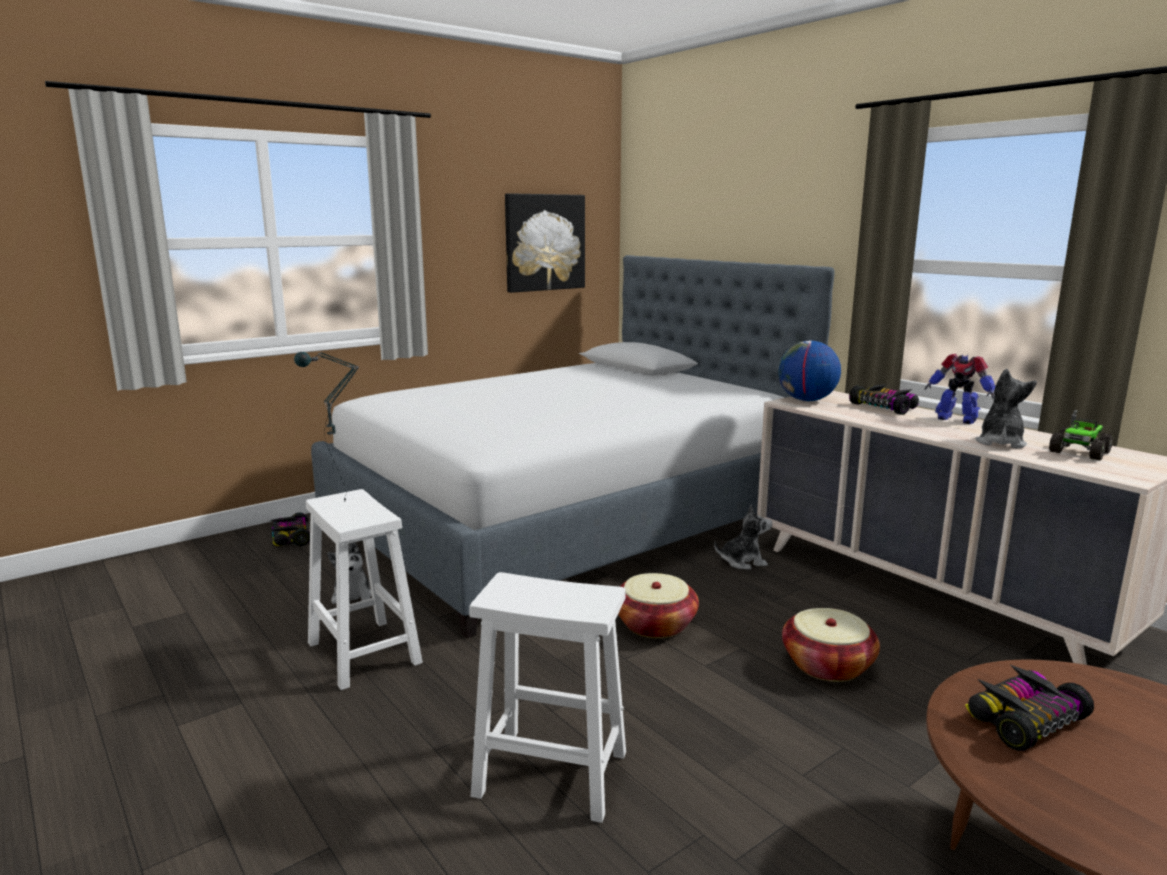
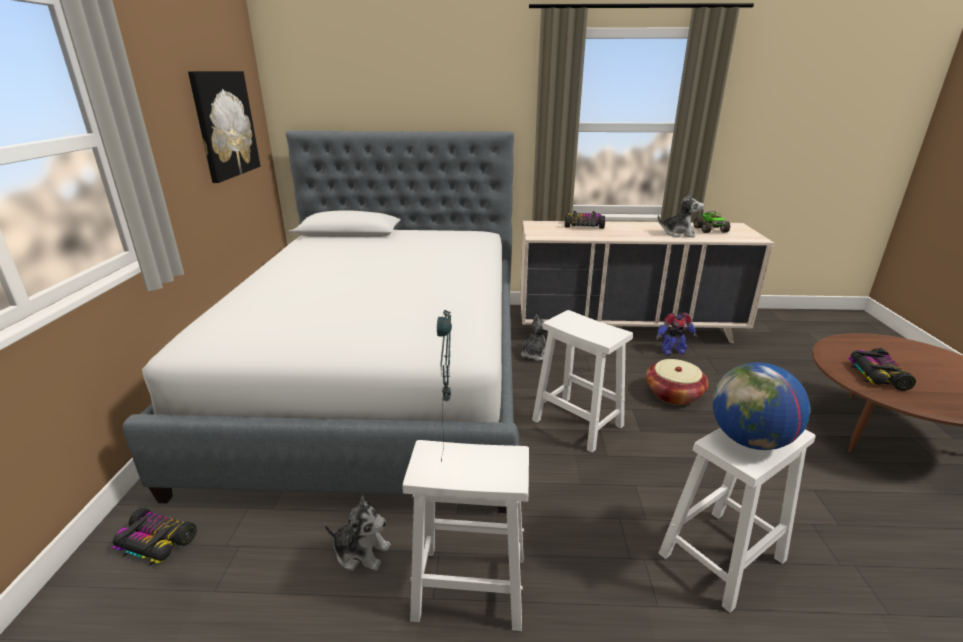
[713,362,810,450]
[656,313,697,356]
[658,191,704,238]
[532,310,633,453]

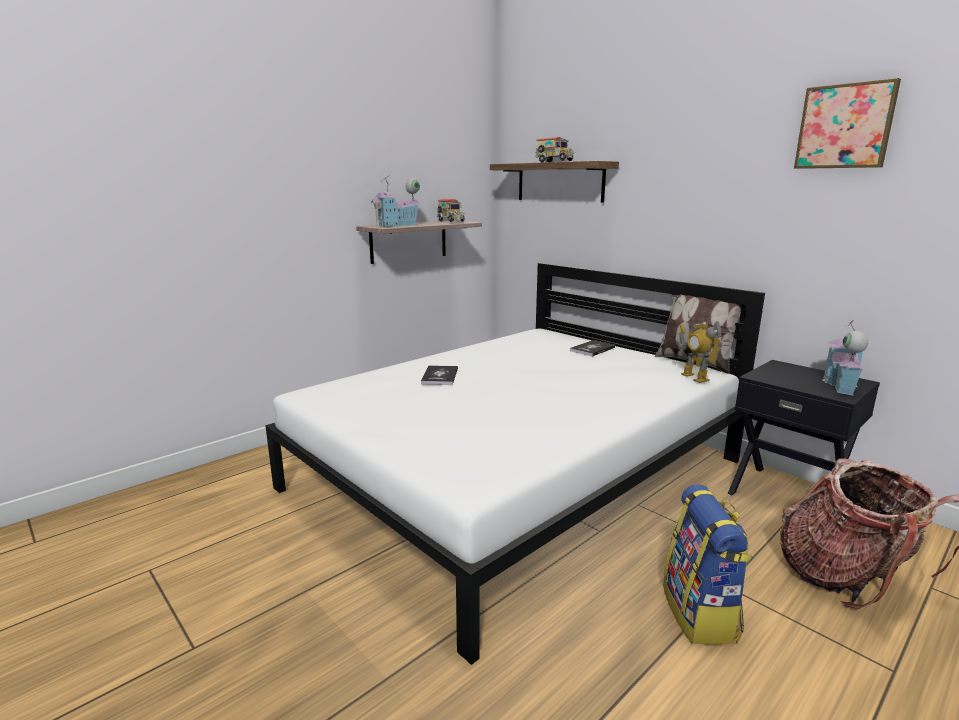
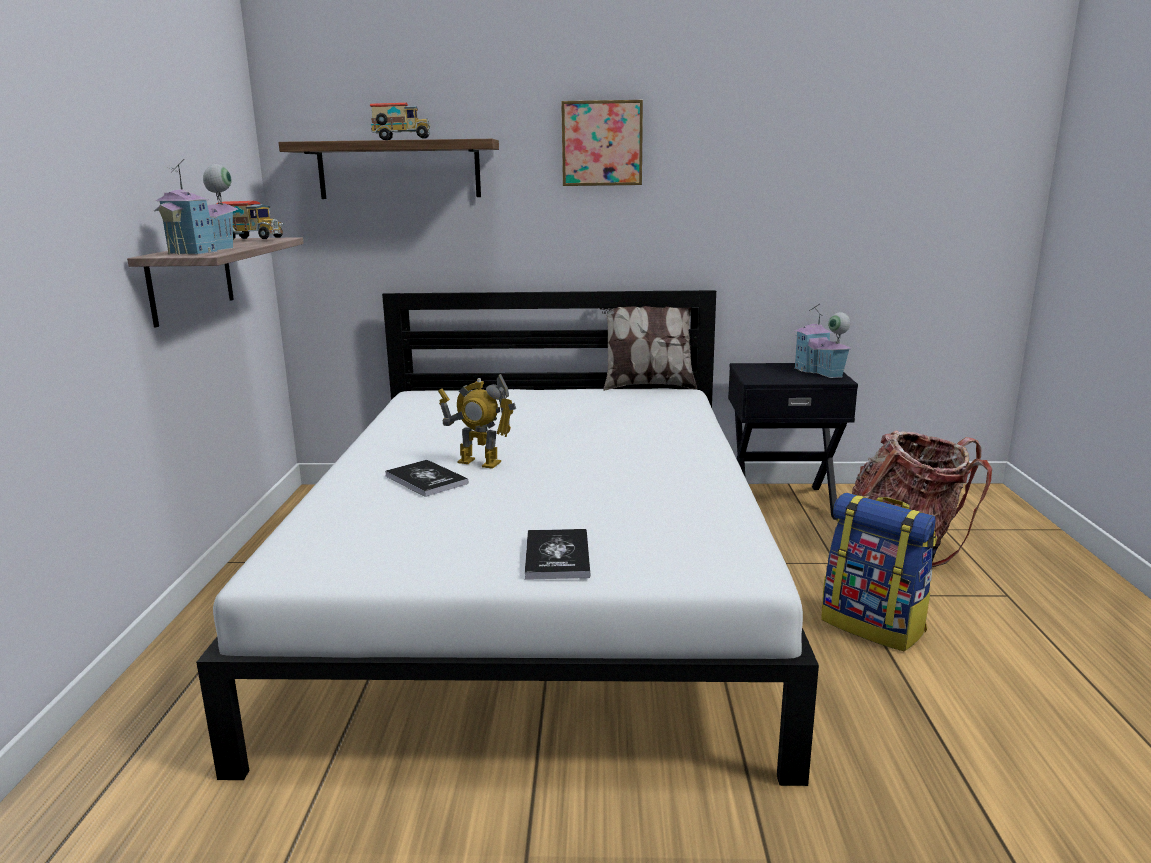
[561,100,643,186]
[438,374,516,469]
[525,529,590,580]

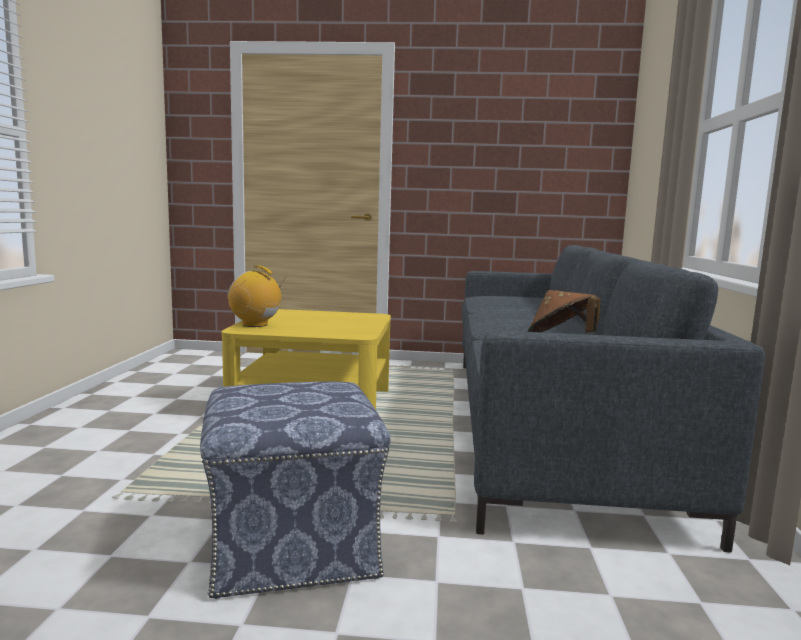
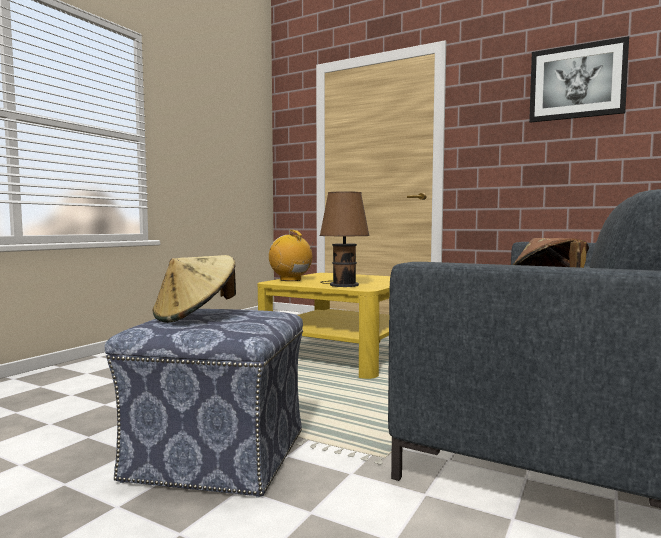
[529,36,629,123]
[319,191,370,287]
[153,255,236,323]

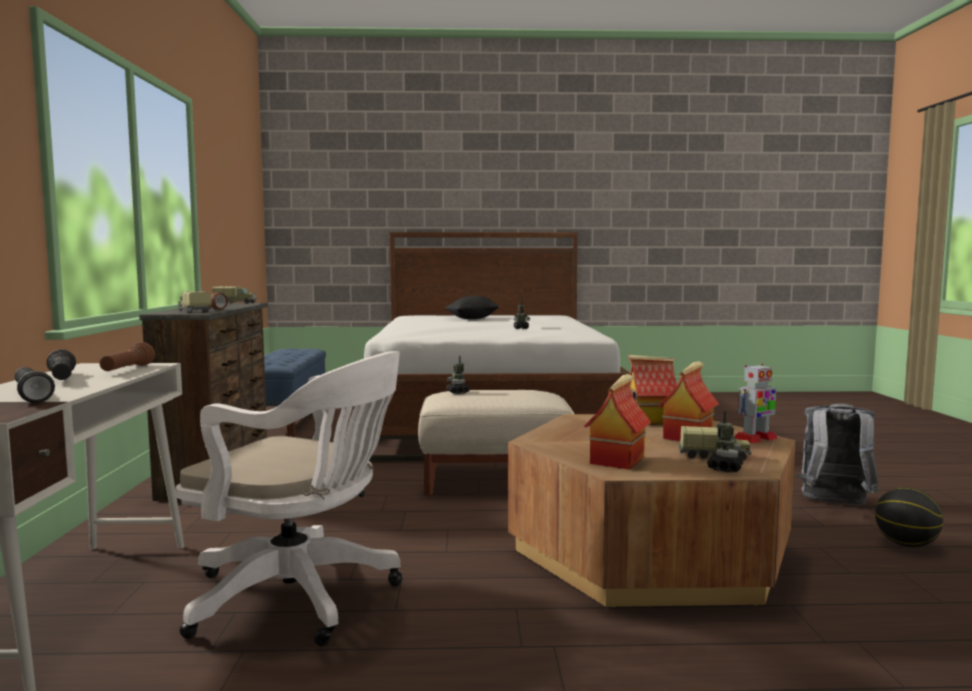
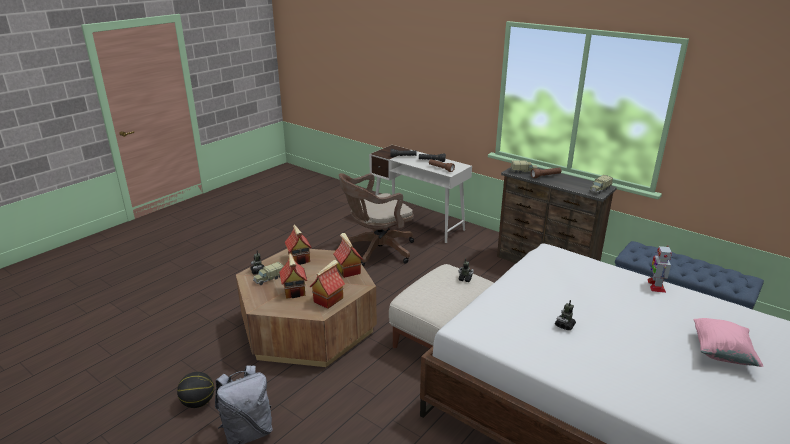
[693,318,763,367]
[339,173,414,267]
[647,246,672,293]
[333,233,363,278]

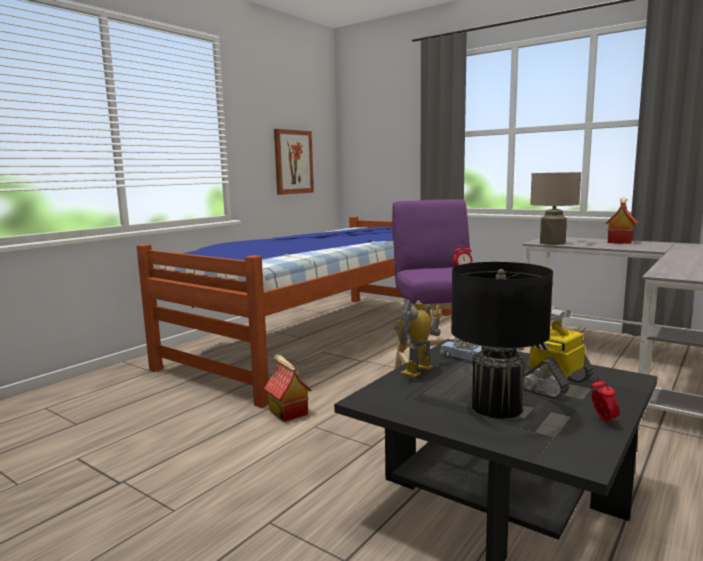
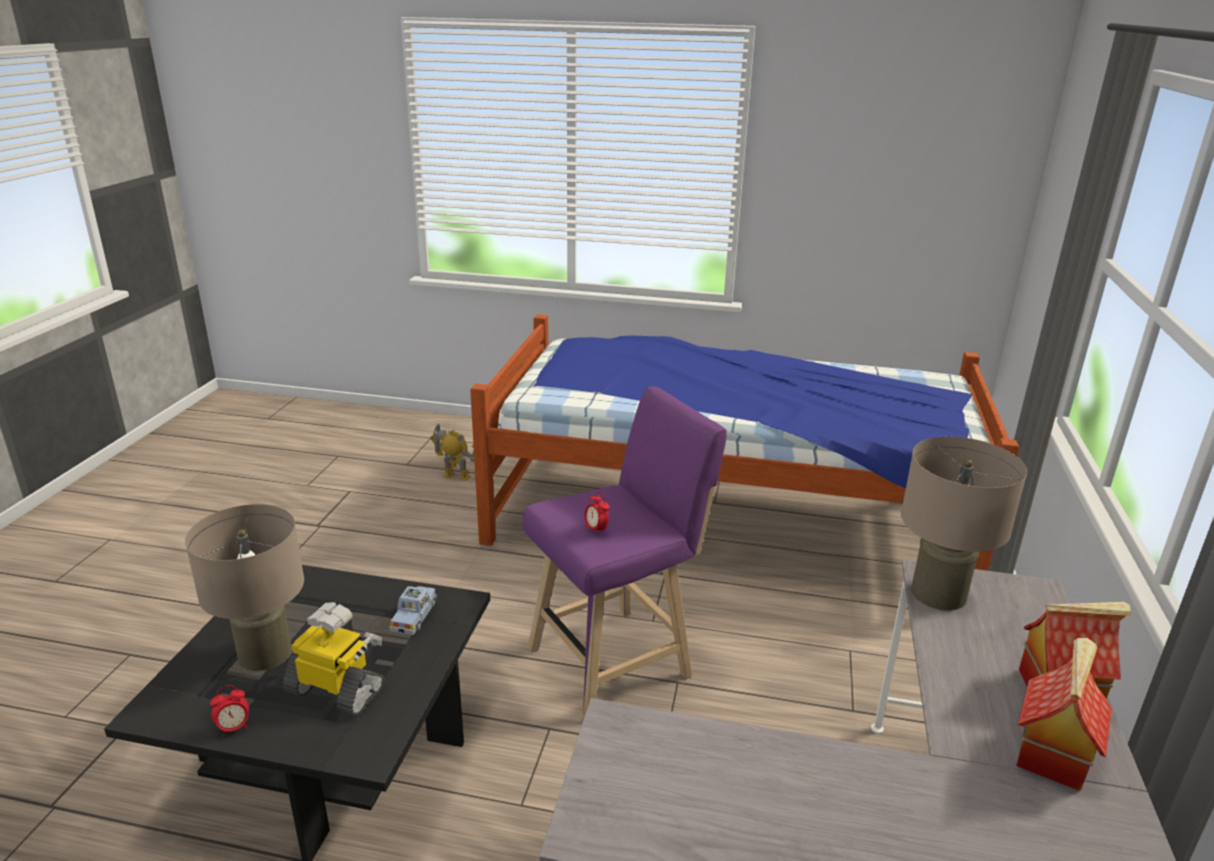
[274,129,314,195] (first image)
[185,504,304,671]
[430,423,474,481]
[1016,638,1112,791]

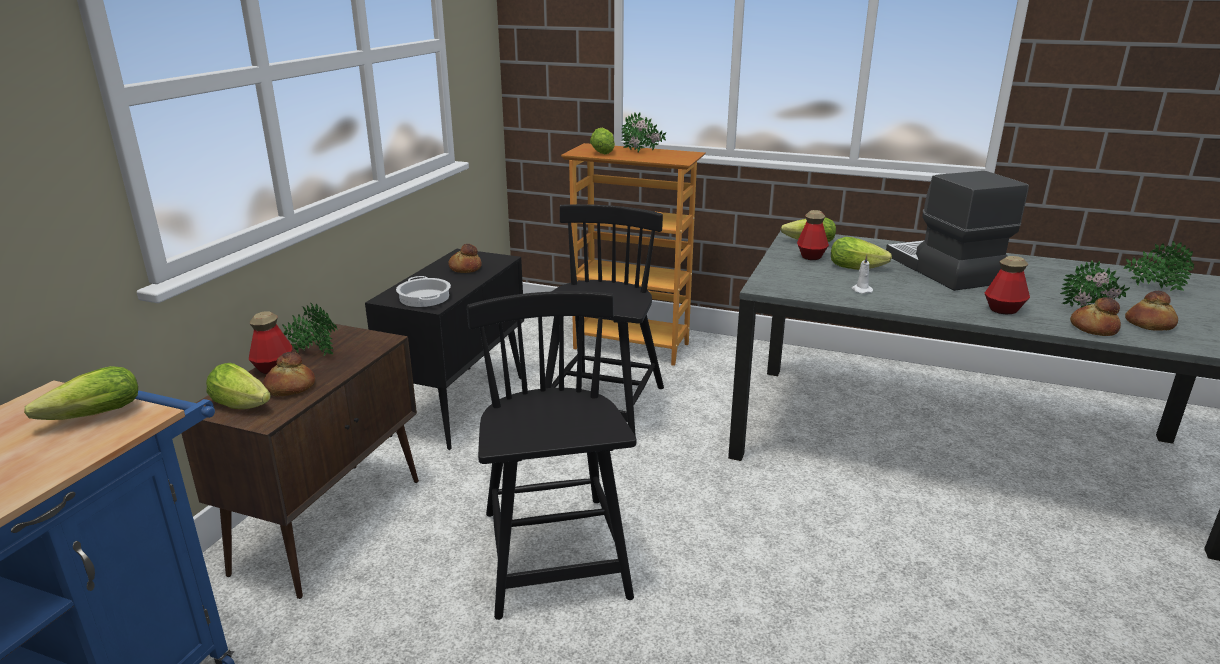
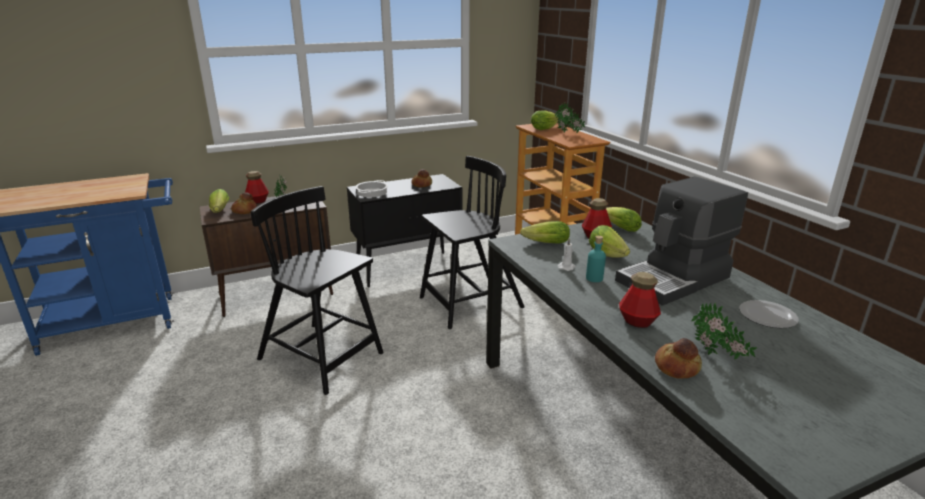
[615,176,748,306]
[1123,241,1194,291] (first image)
[250,186,383,395]
[1125,291,1178,331] (first image)
[520,221,570,244]
[586,236,606,282]
[739,300,799,328]

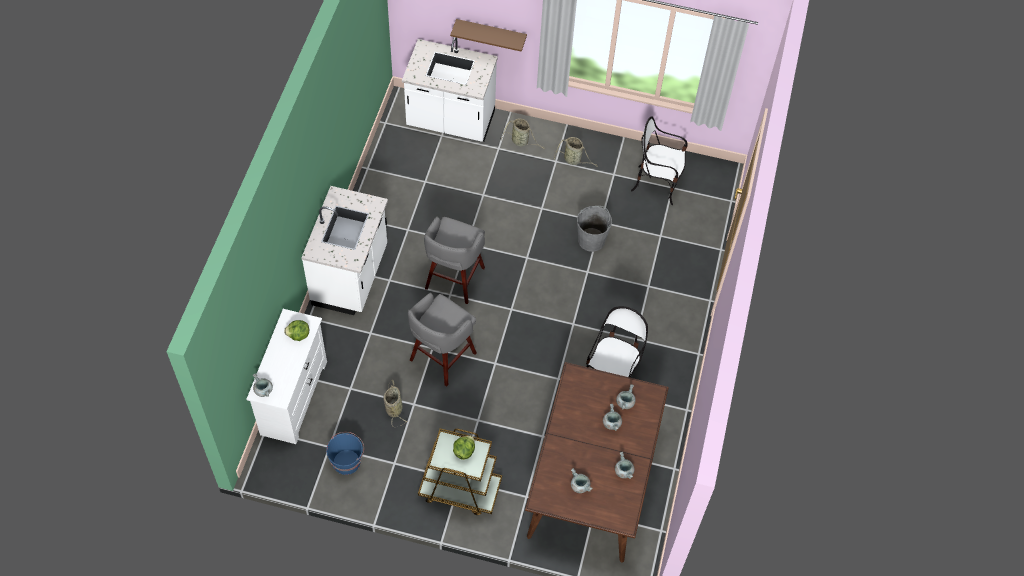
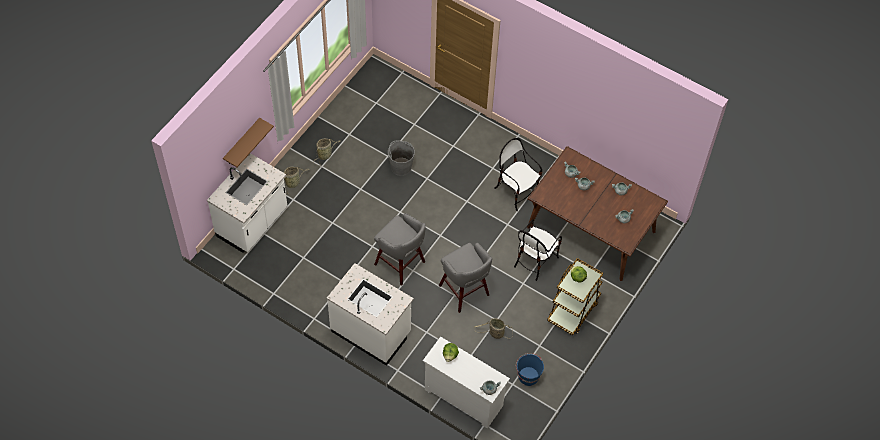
[514,219,562,281]

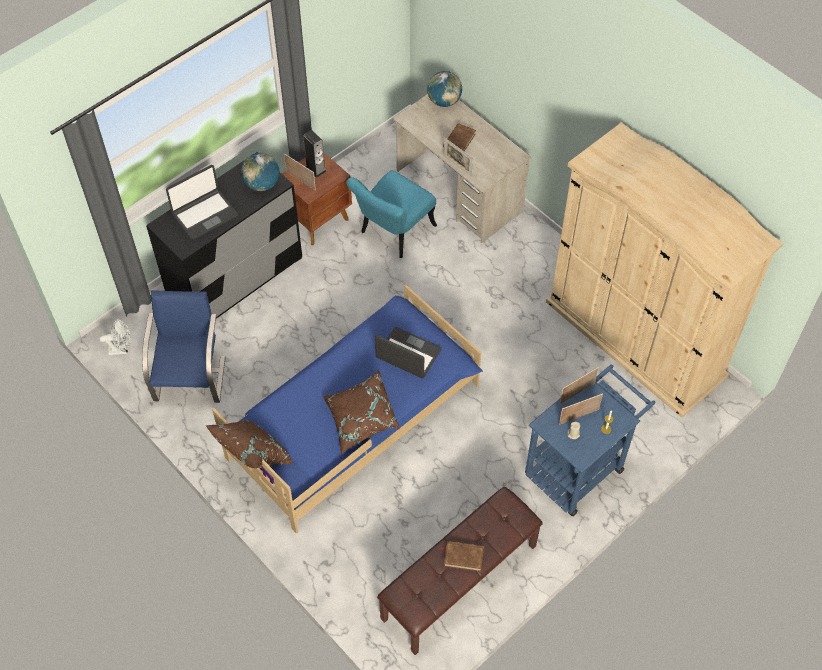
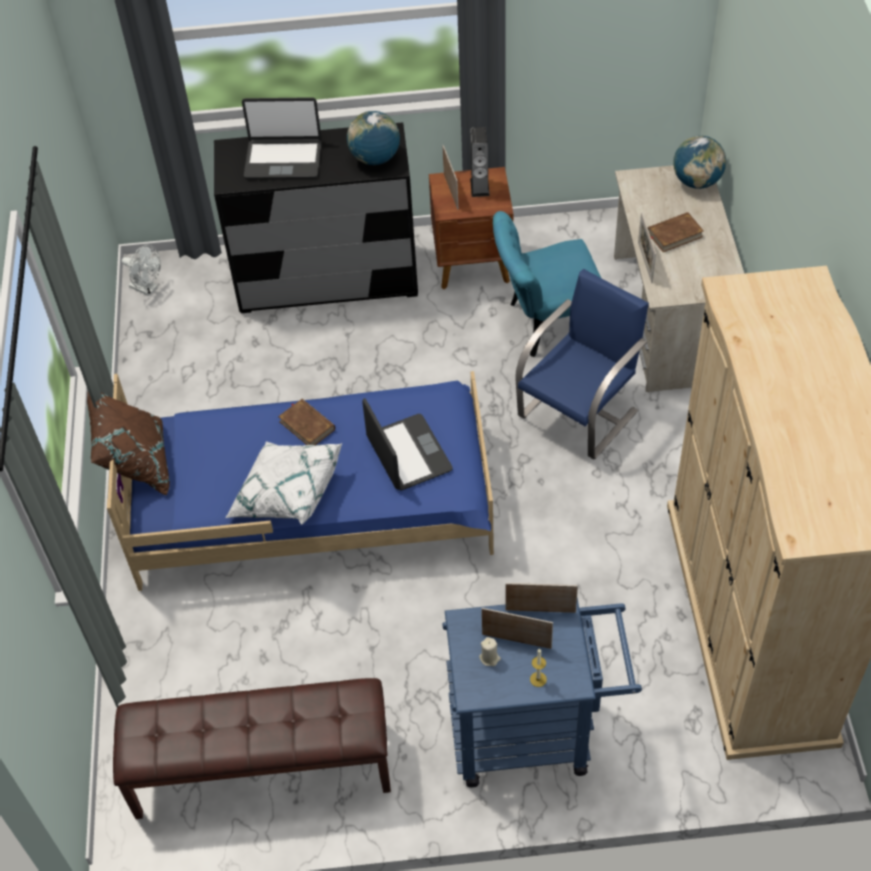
[516,269,649,459]
[225,441,342,525]
[278,399,335,445]

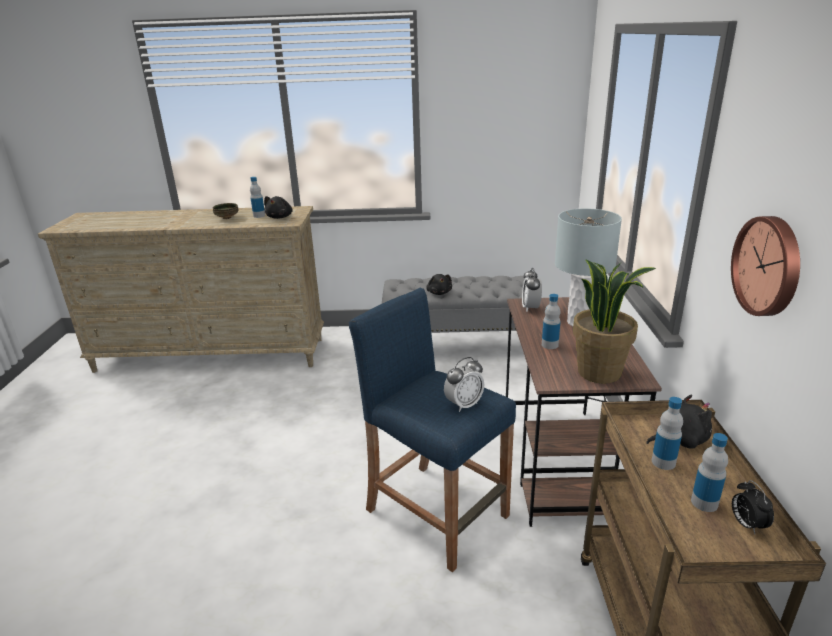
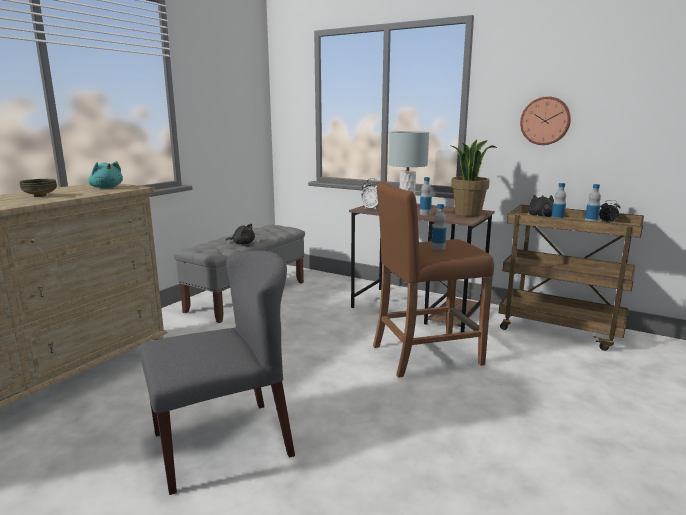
[432,204,446,250]
[88,161,123,188]
[373,182,494,378]
[444,357,484,412] (first image)
[140,250,295,495]

